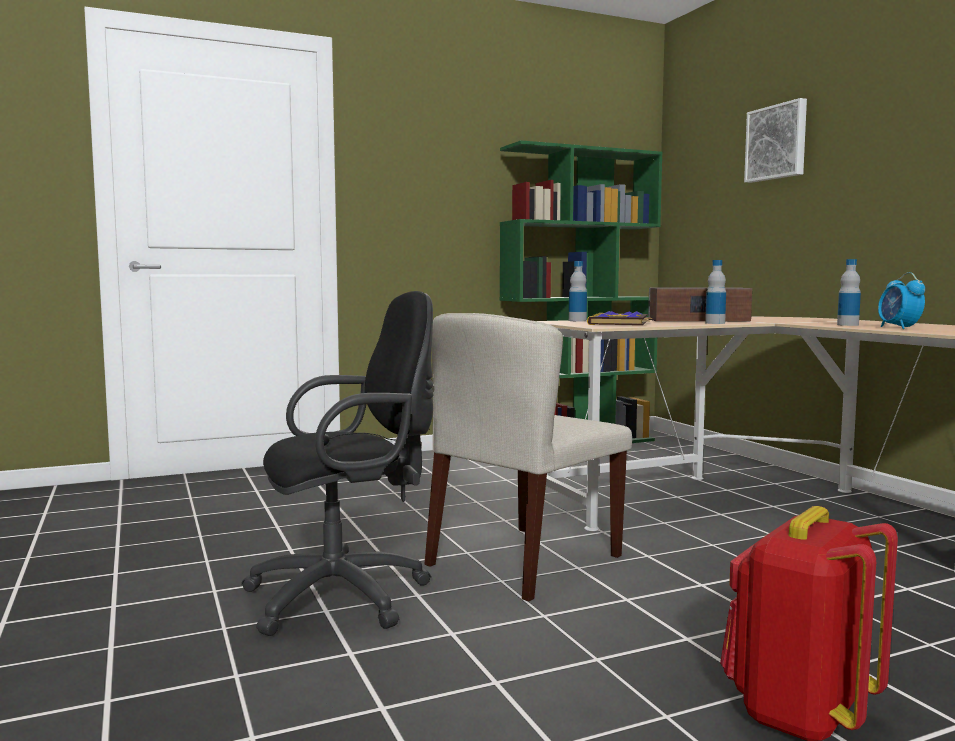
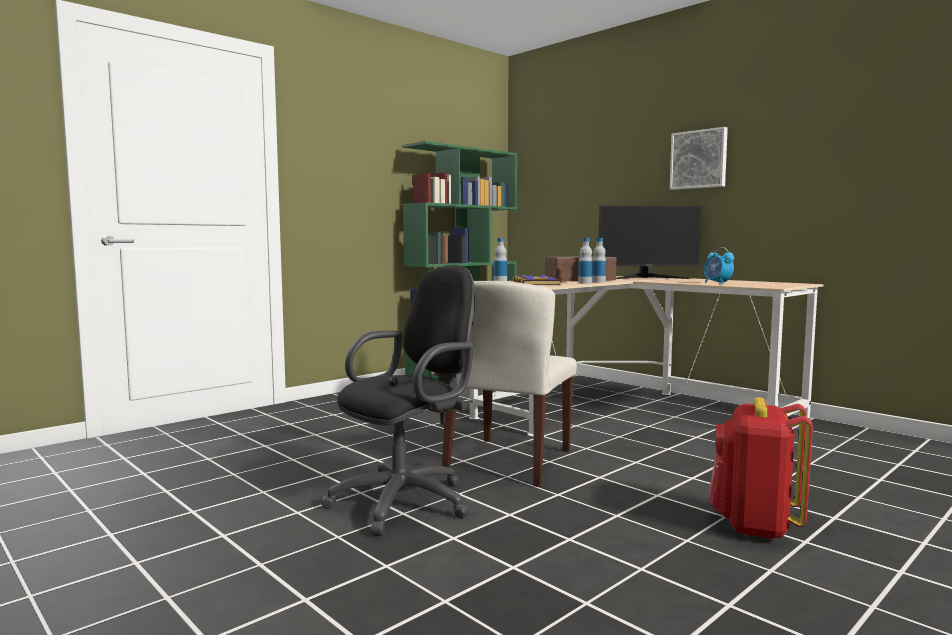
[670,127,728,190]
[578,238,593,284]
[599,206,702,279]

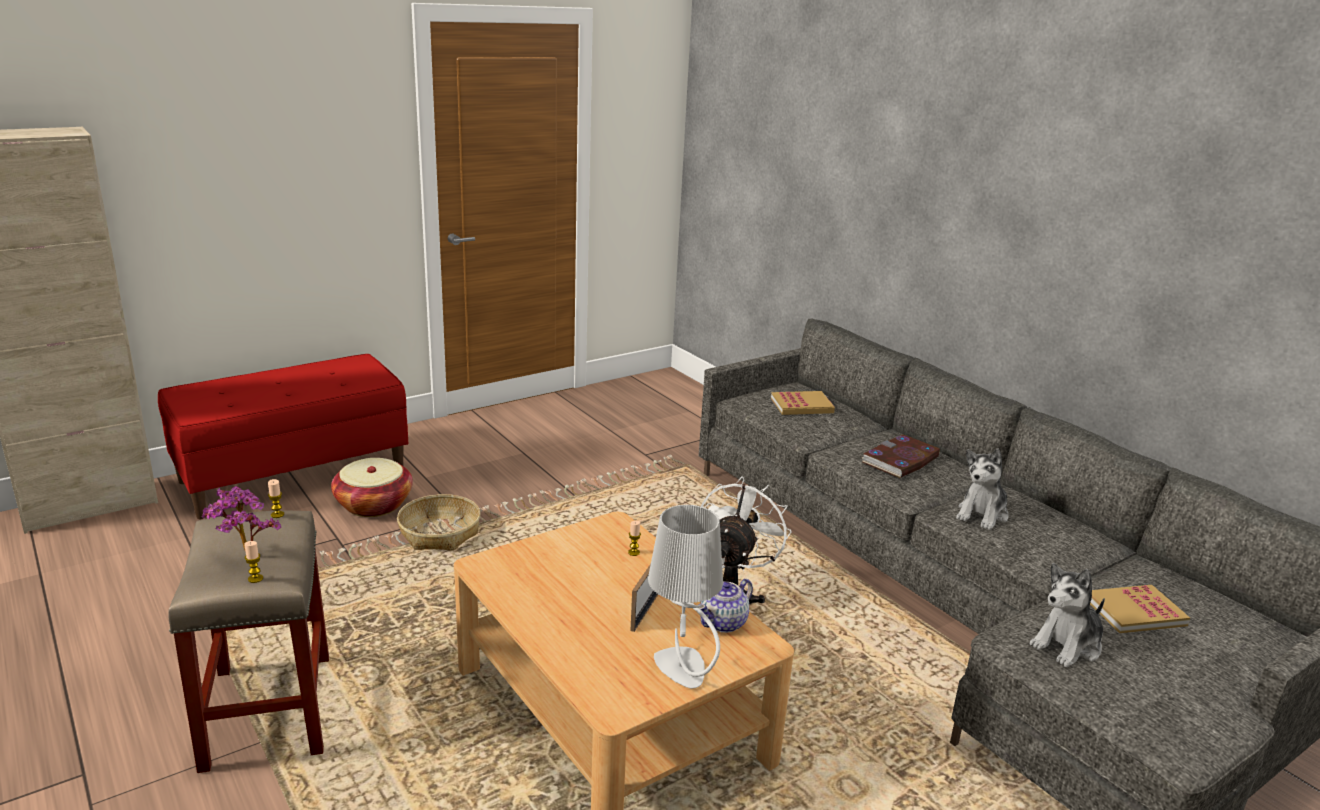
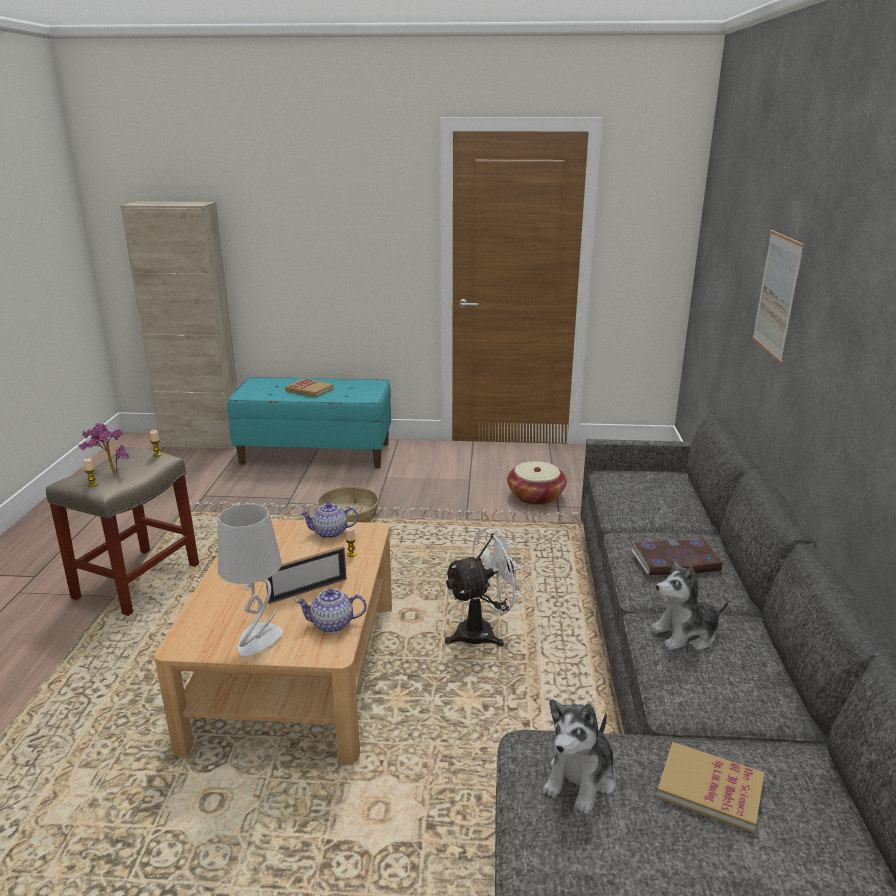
[227,377,391,469]
[285,378,334,397]
[507,461,567,505]
[543,699,616,814]
[752,230,804,363]
[300,502,359,539]

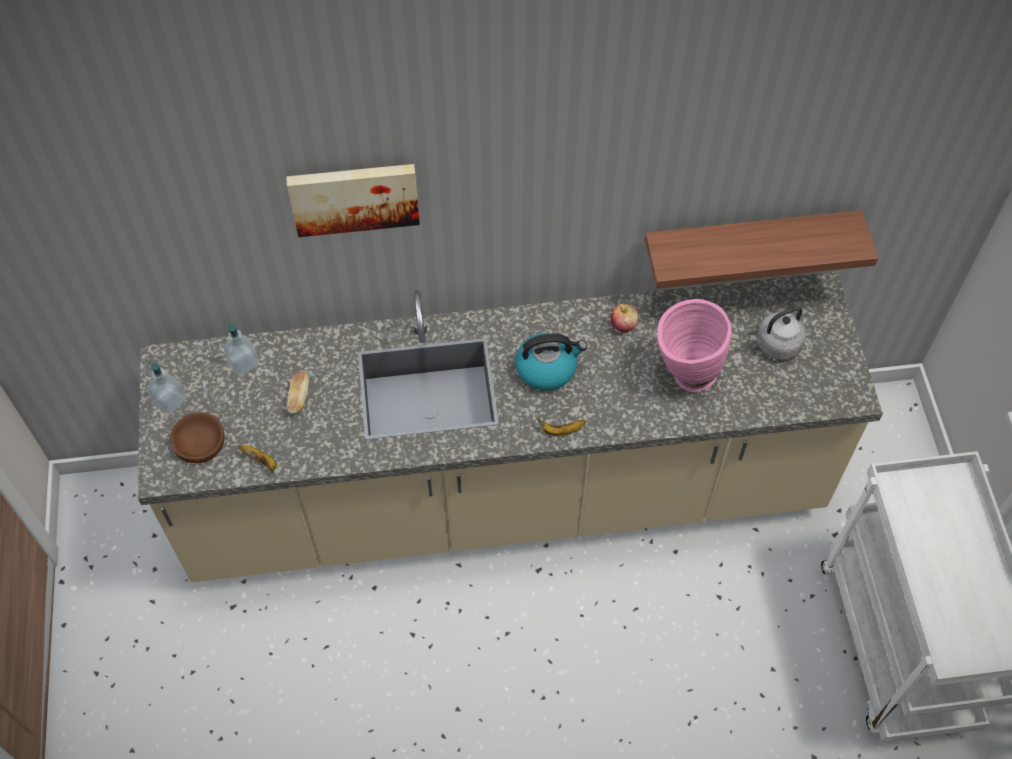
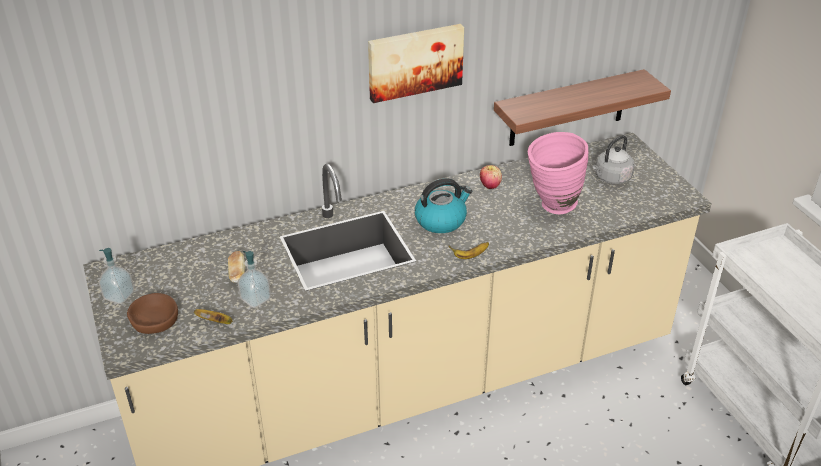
[368,24,464,103]
[237,251,271,308]

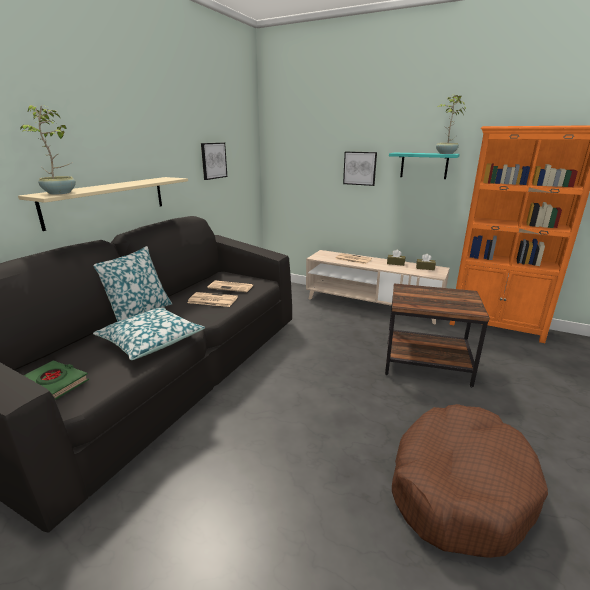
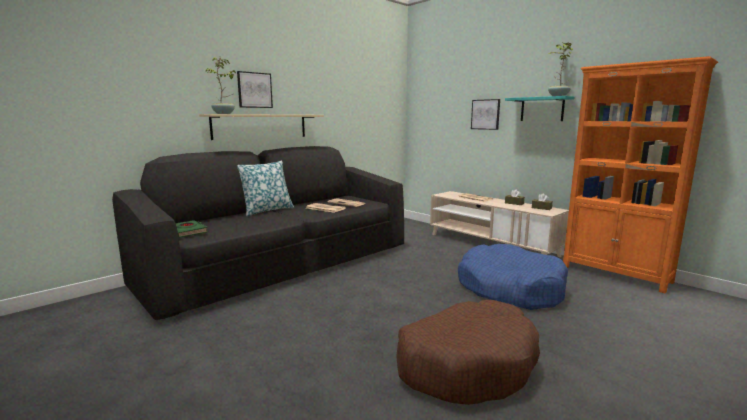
[237,71,273,108]
[458,244,568,310]
[93,307,205,360] (first image)

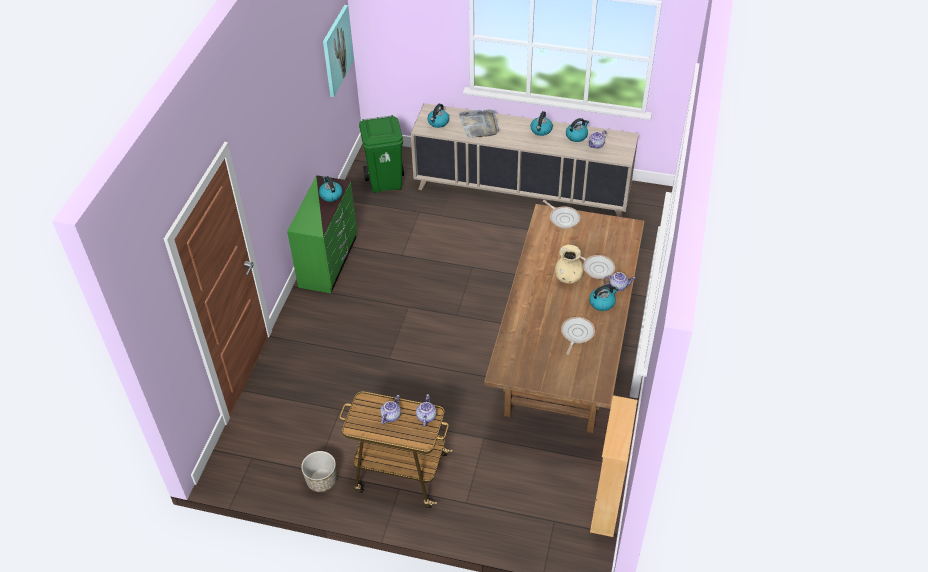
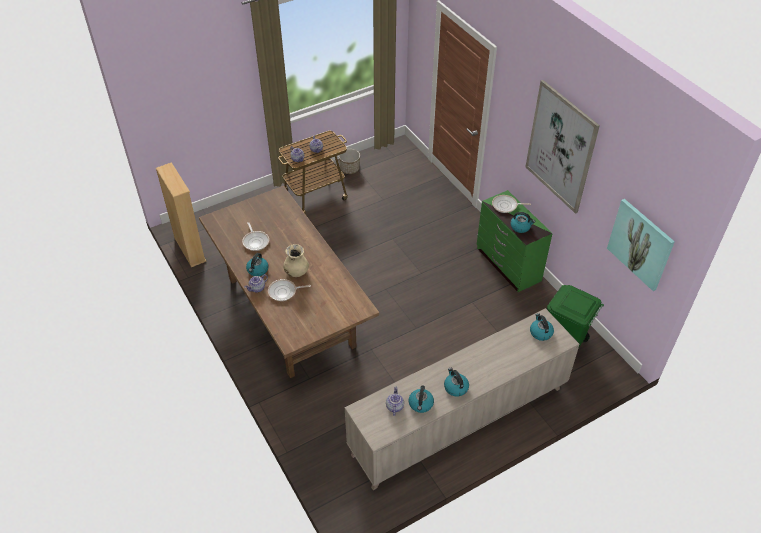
[459,110,499,138] (first image)
[492,195,531,213]
[525,80,600,214]

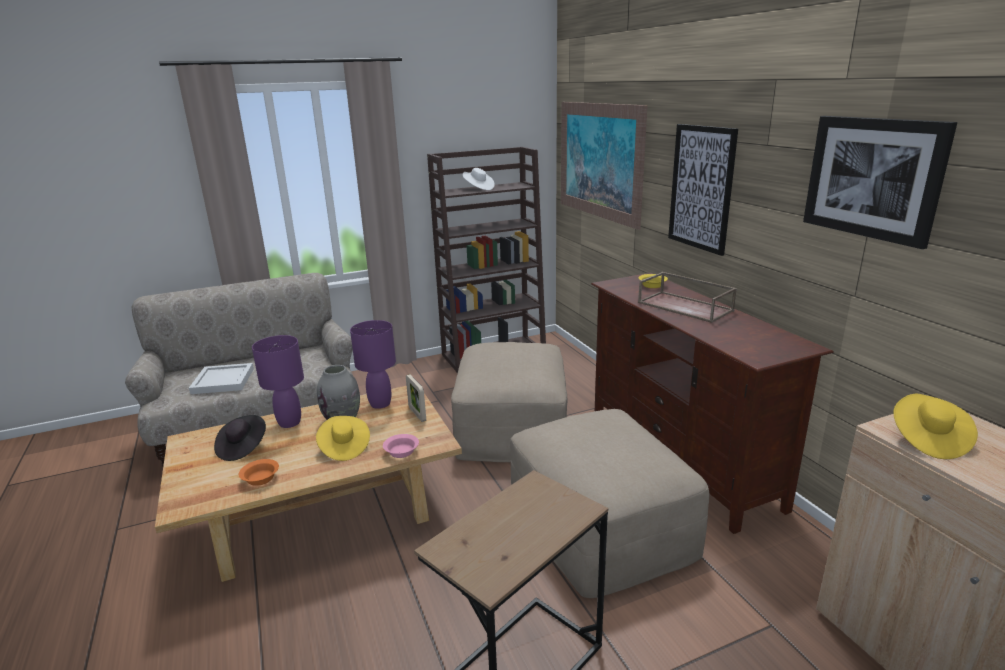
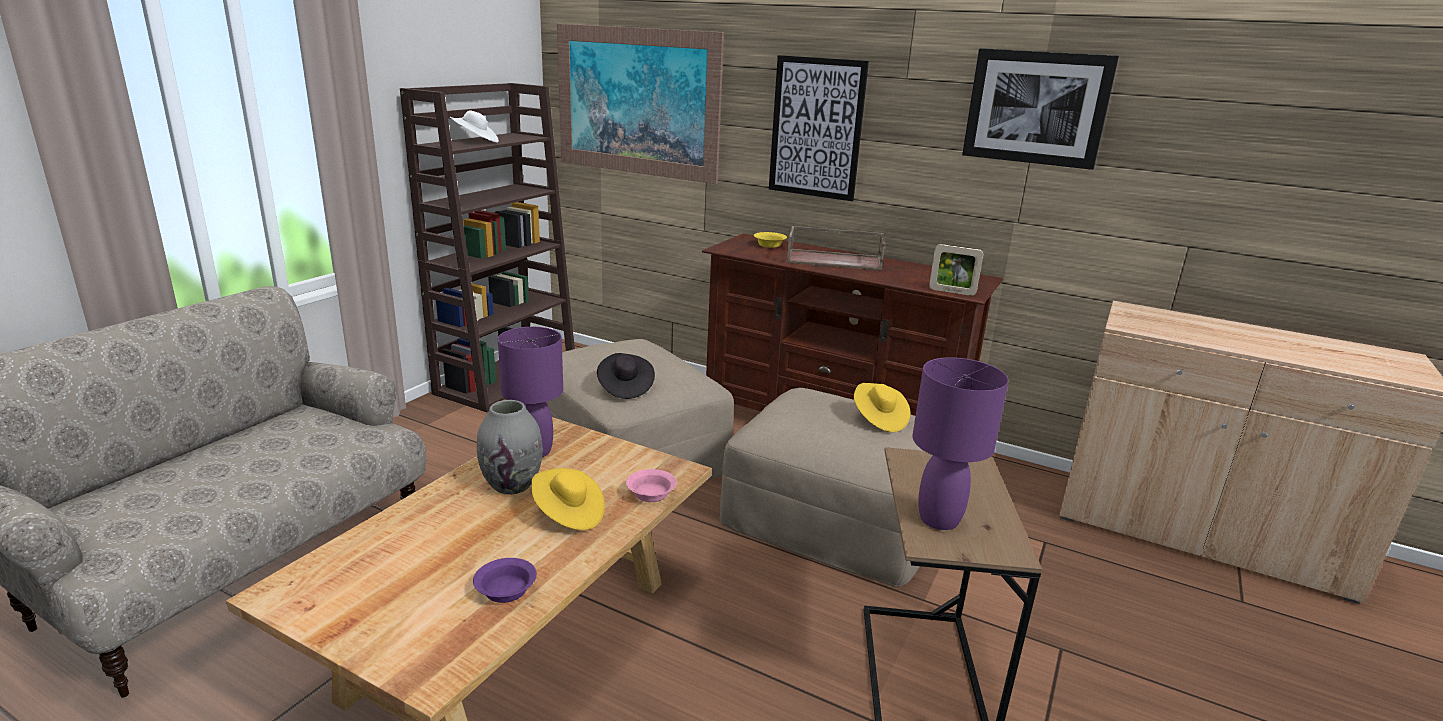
[913,357,1009,530]
[189,363,254,394] (first image)
[929,244,983,296]
[854,383,910,432]
[597,353,655,399]
[473,558,537,603]

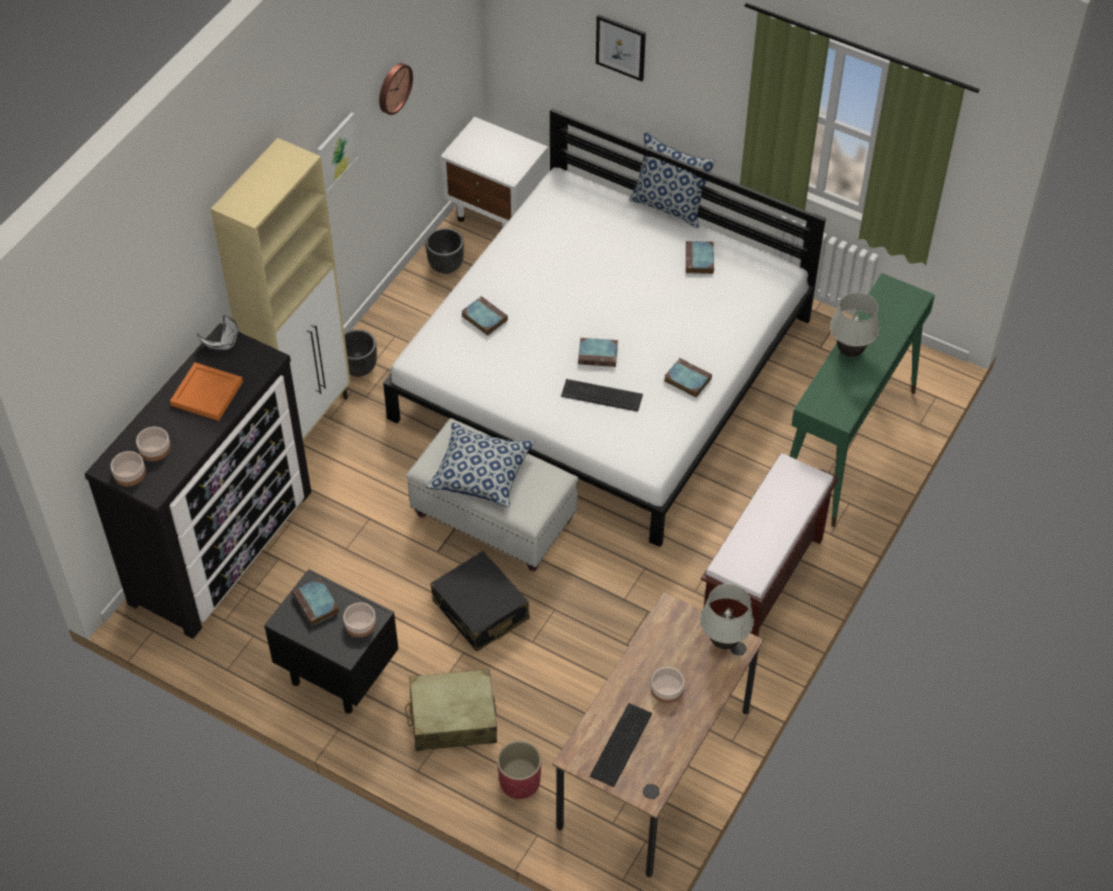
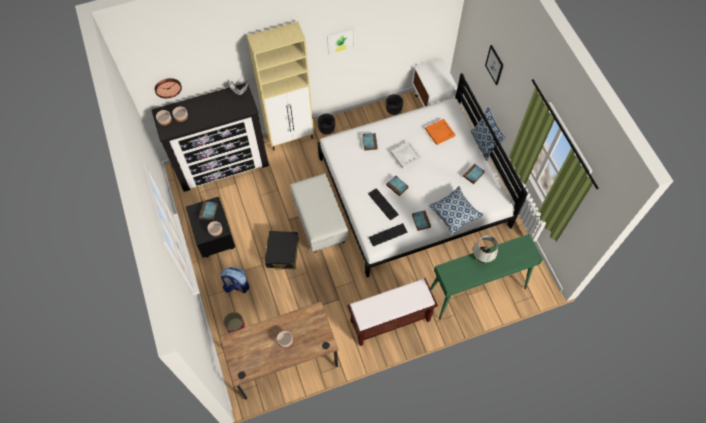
[155,78,182,98]
[425,119,456,145]
[428,186,484,235]
[700,584,754,649] (first image)
[220,267,250,293]
[369,223,408,247]
[391,141,422,169]

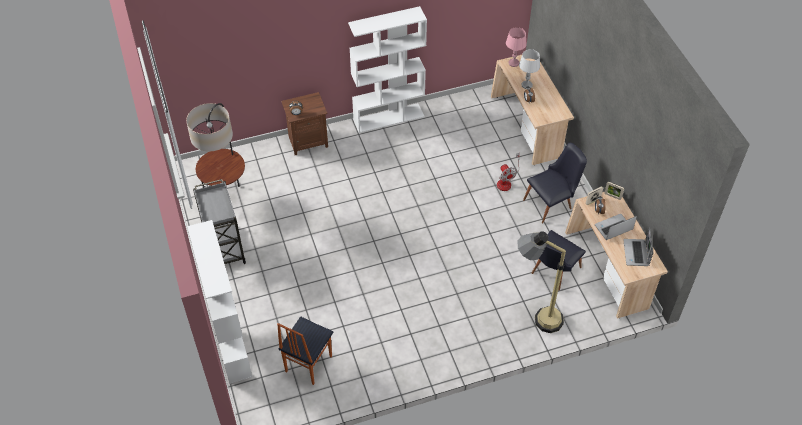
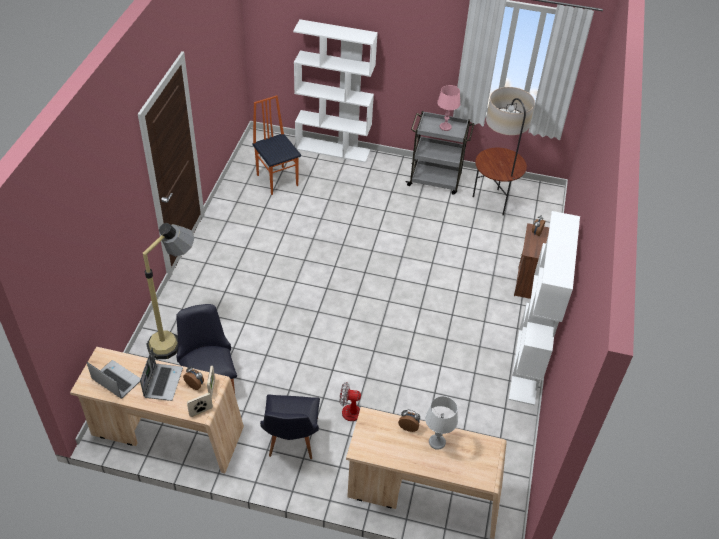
[437,85,460,131]

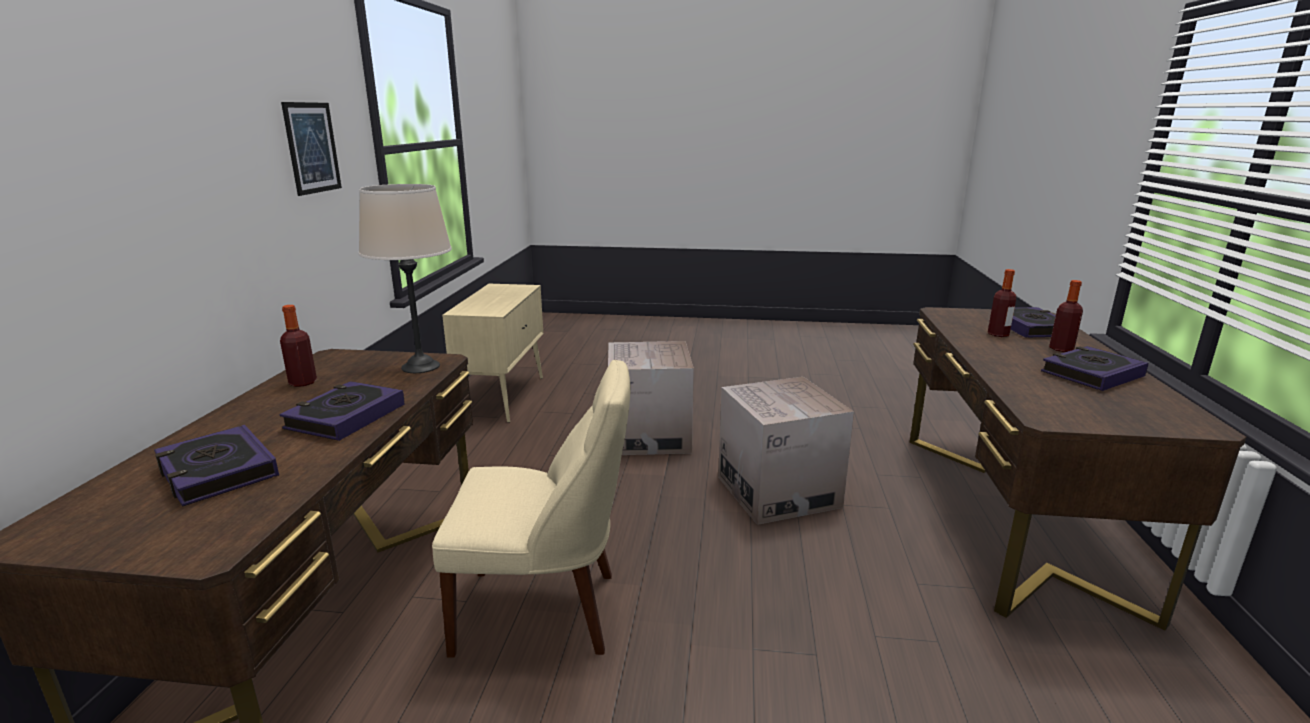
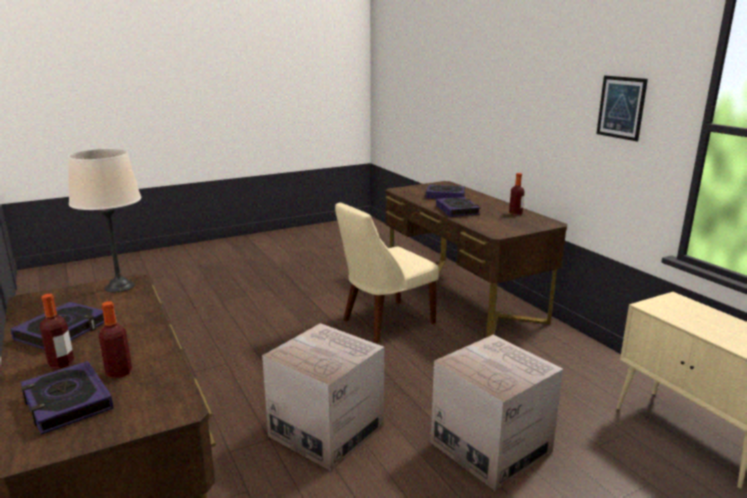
[68,149,141,292]

